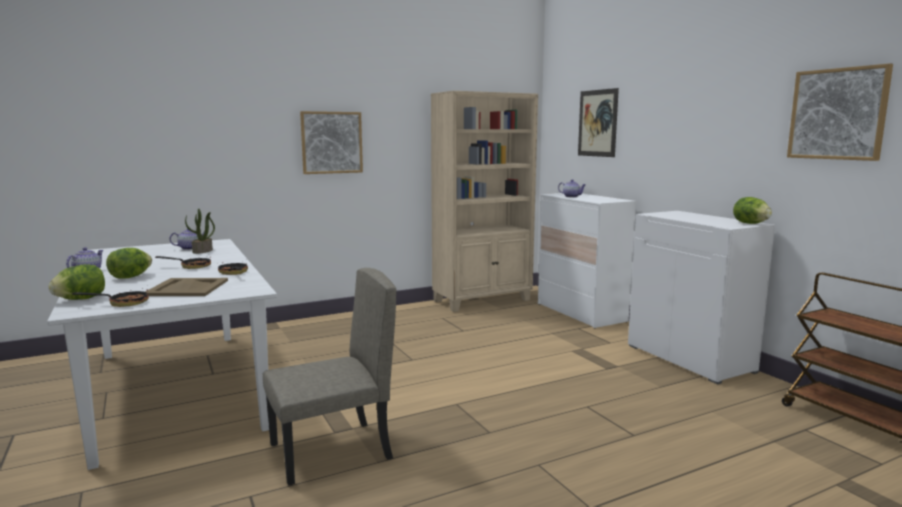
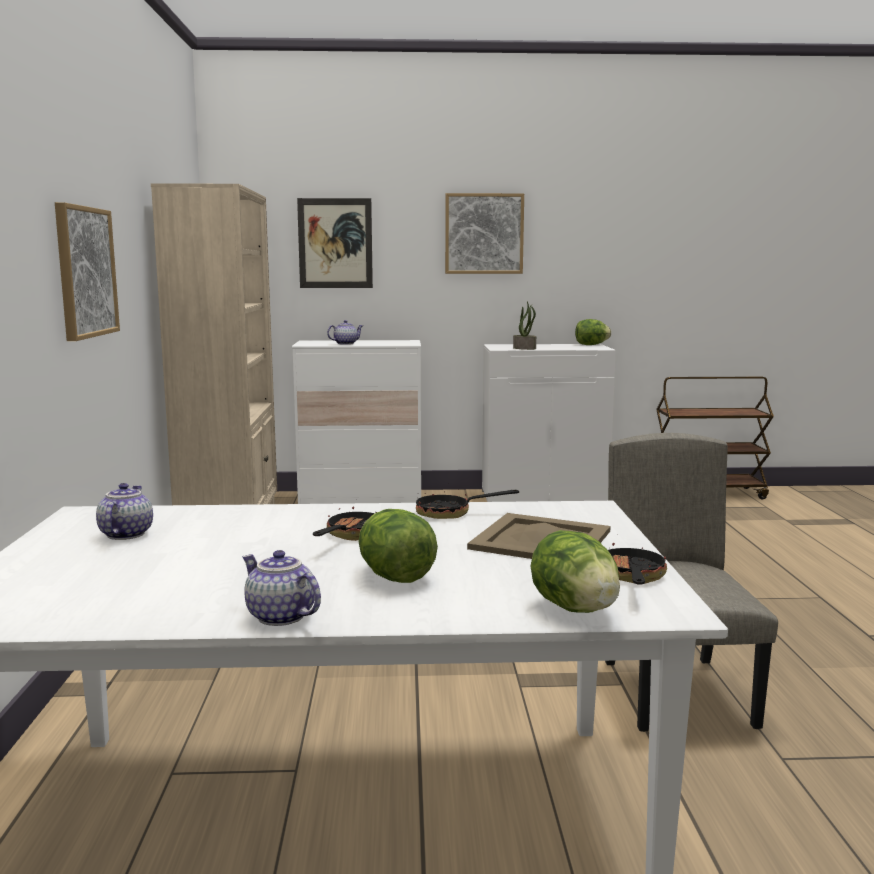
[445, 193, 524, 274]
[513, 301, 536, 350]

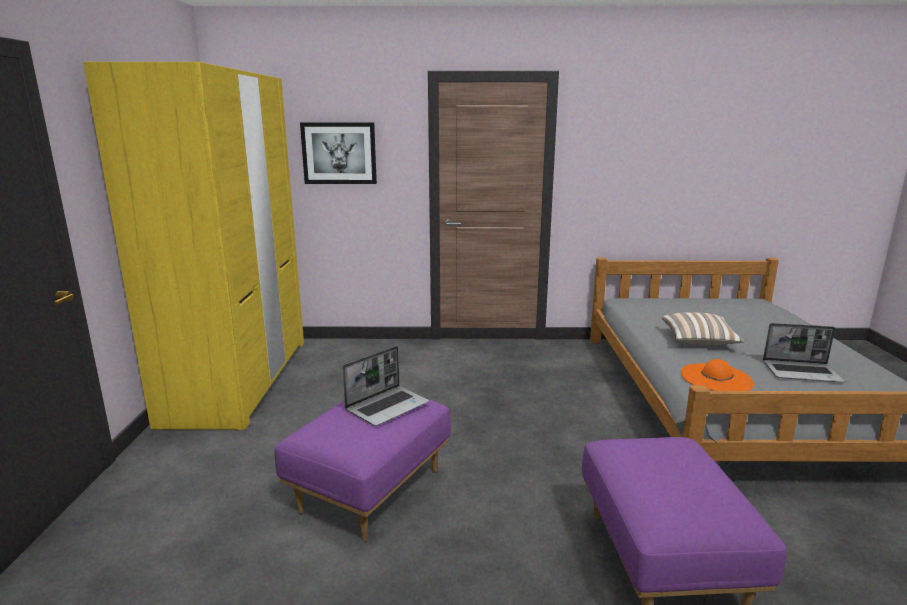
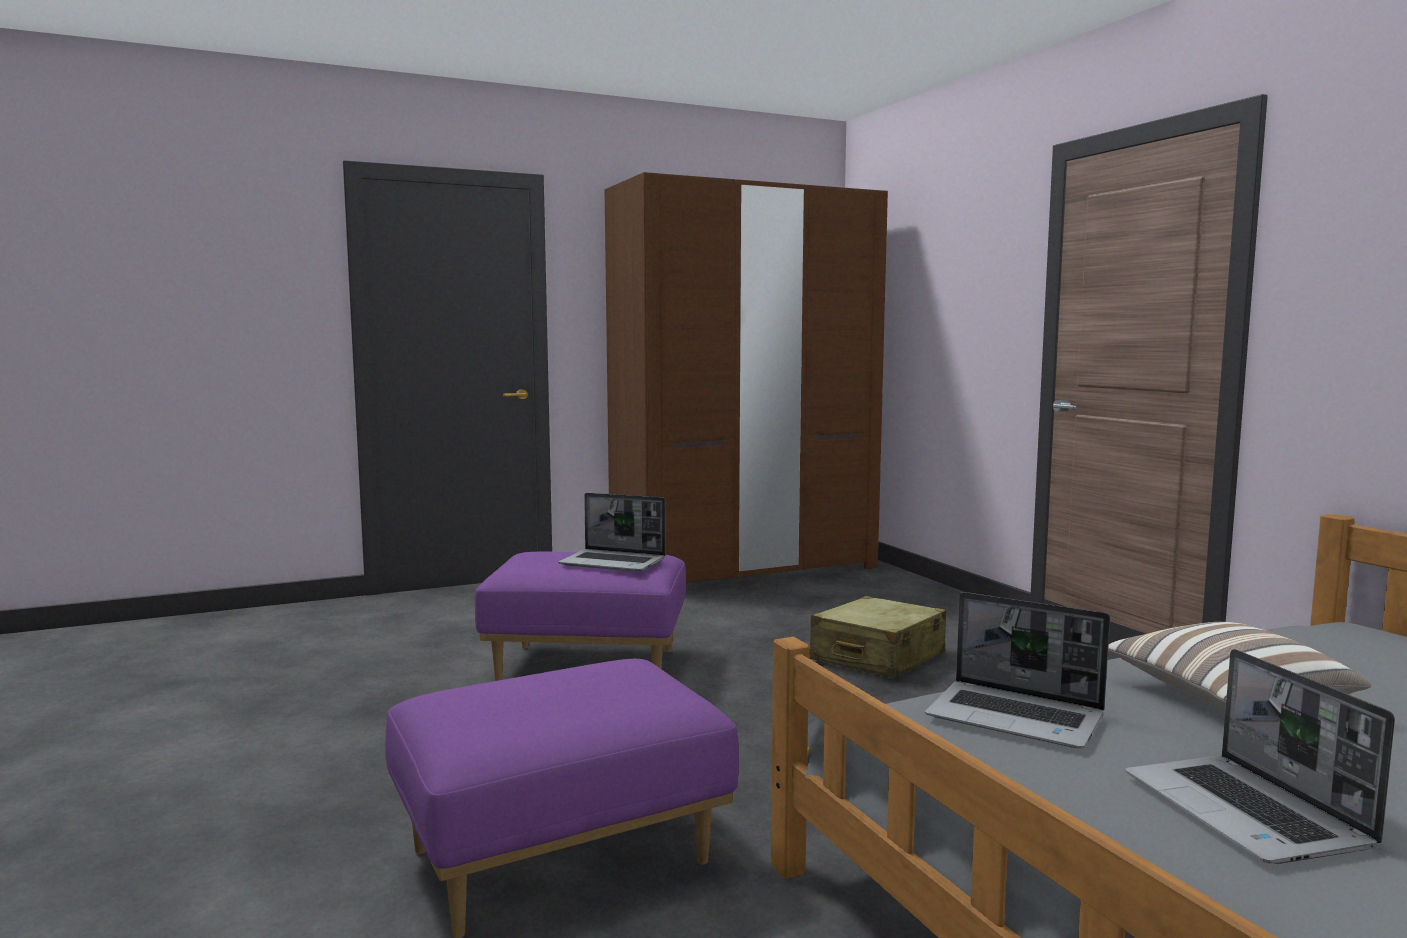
[605, 172, 888, 583]
[810, 596, 946, 678]
[925, 592, 1110, 749]
[300, 122, 377, 184] (first image)

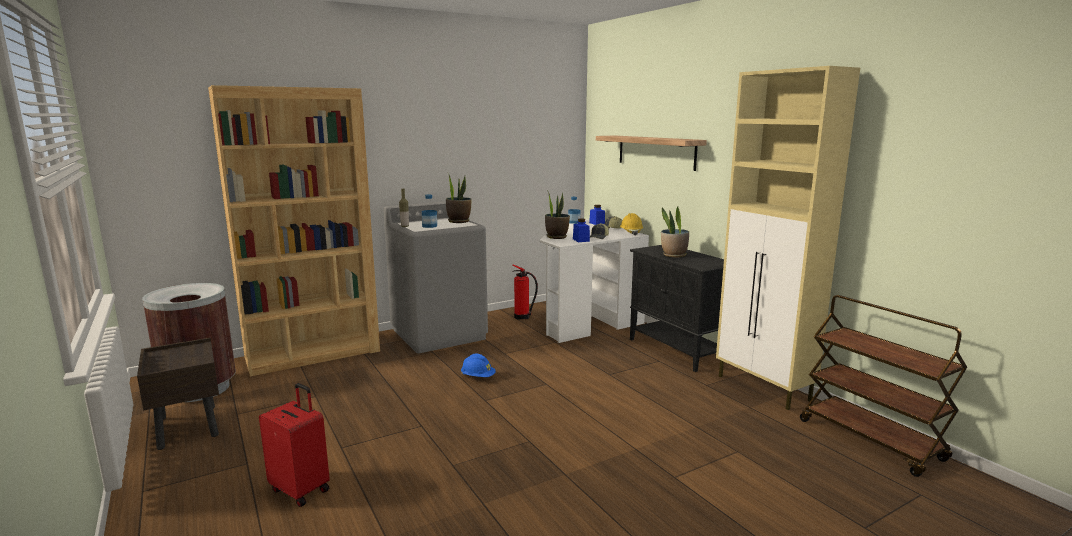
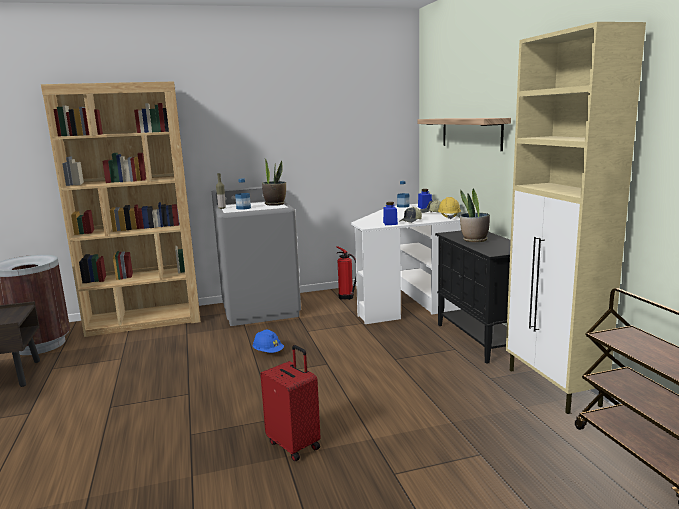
[260, 345, 321, 461]
[545, 192, 570, 239] (first image)

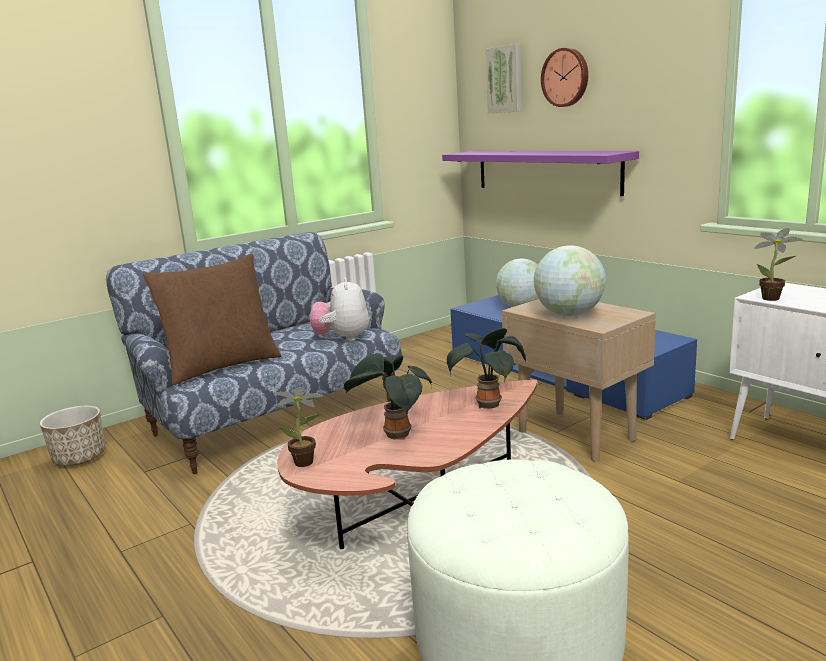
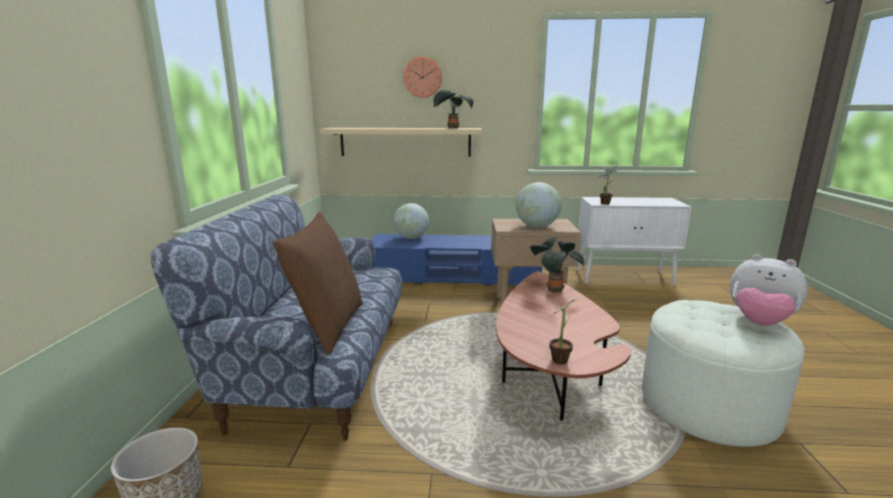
[320, 128, 482, 157]
[433, 90, 473, 128]
[730, 254, 808, 326]
[486, 44, 522, 113] (first image)

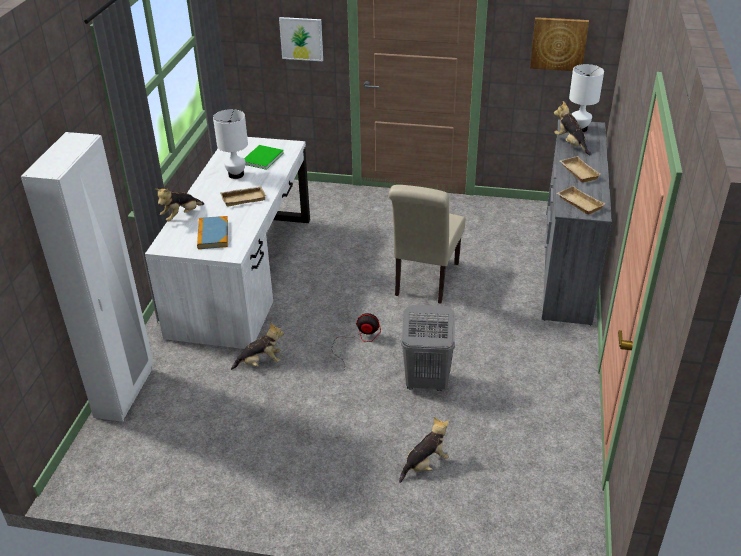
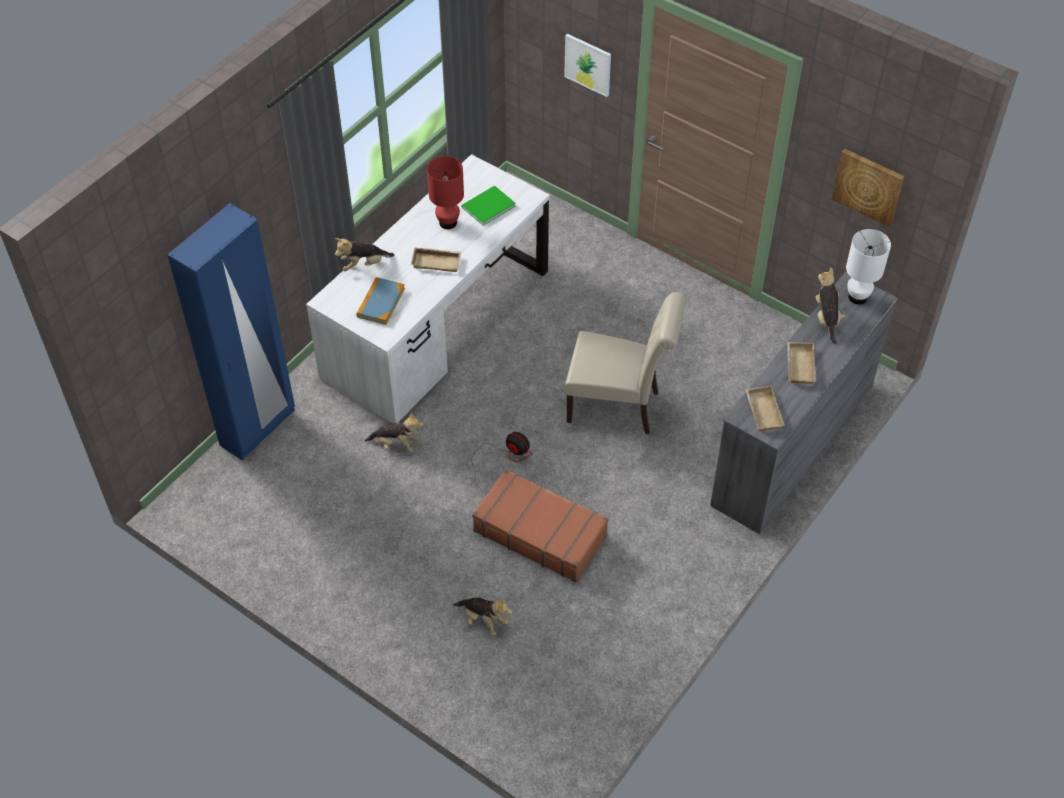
[167, 203, 295, 460]
[427, 156, 464, 229]
[453, 596, 512, 635]
[472, 469, 609, 583]
[565, 292, 686, 434]

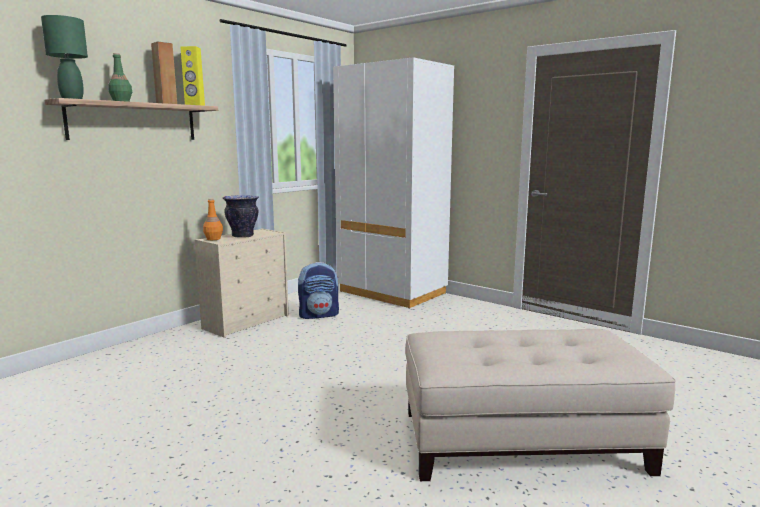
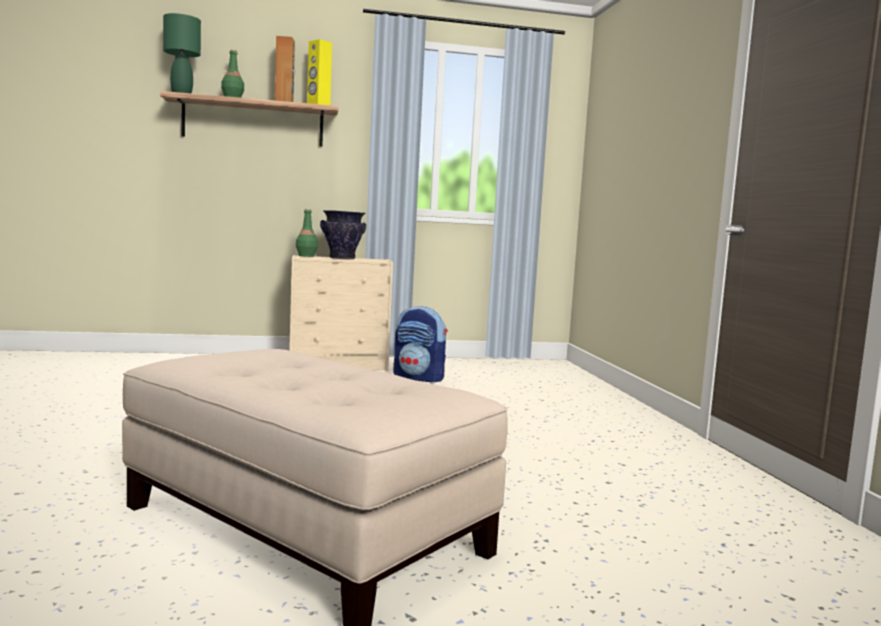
[296, 208, 318, 257]
[333, 57, 454, 308] (first image)

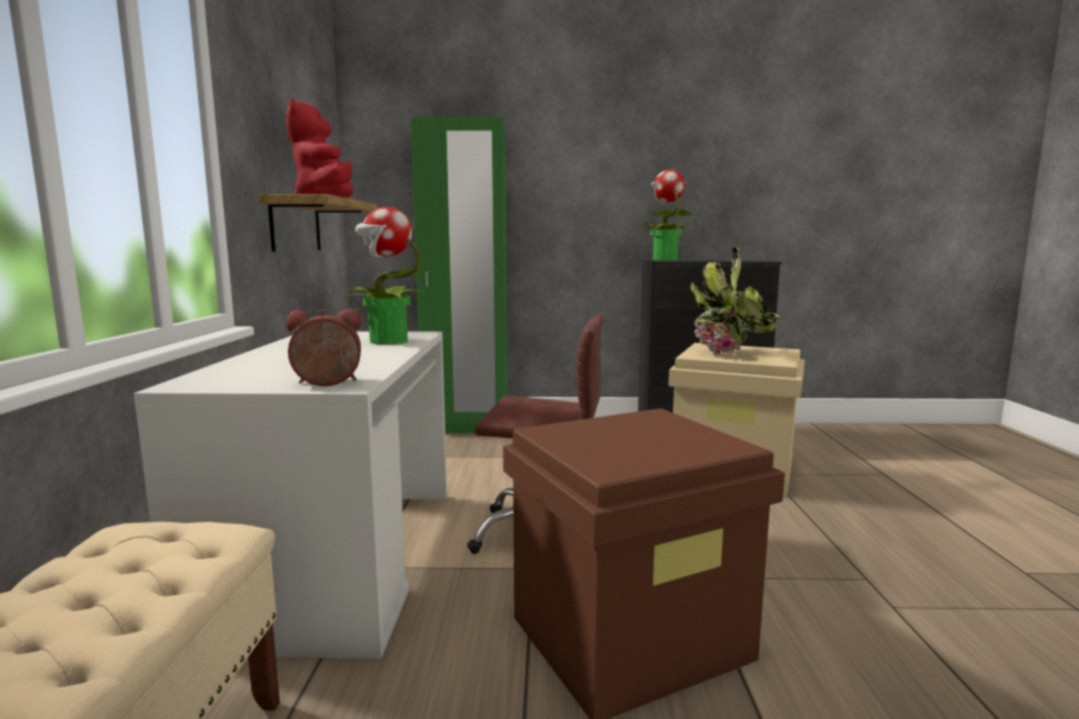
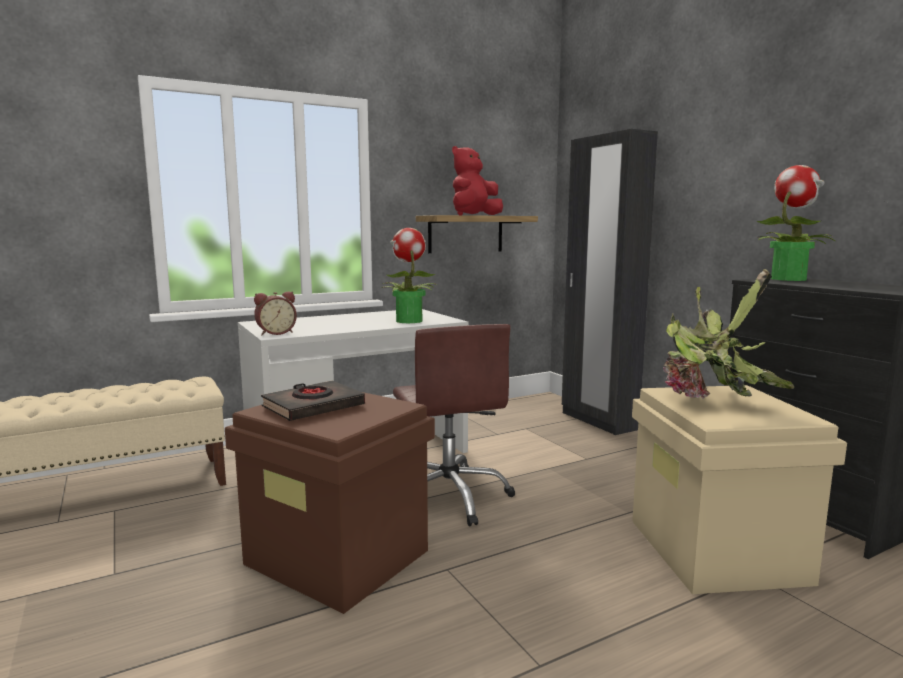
[254, 291, 297, 335]
[261, 381, 365, 421]
[562, 129, 658, 435]

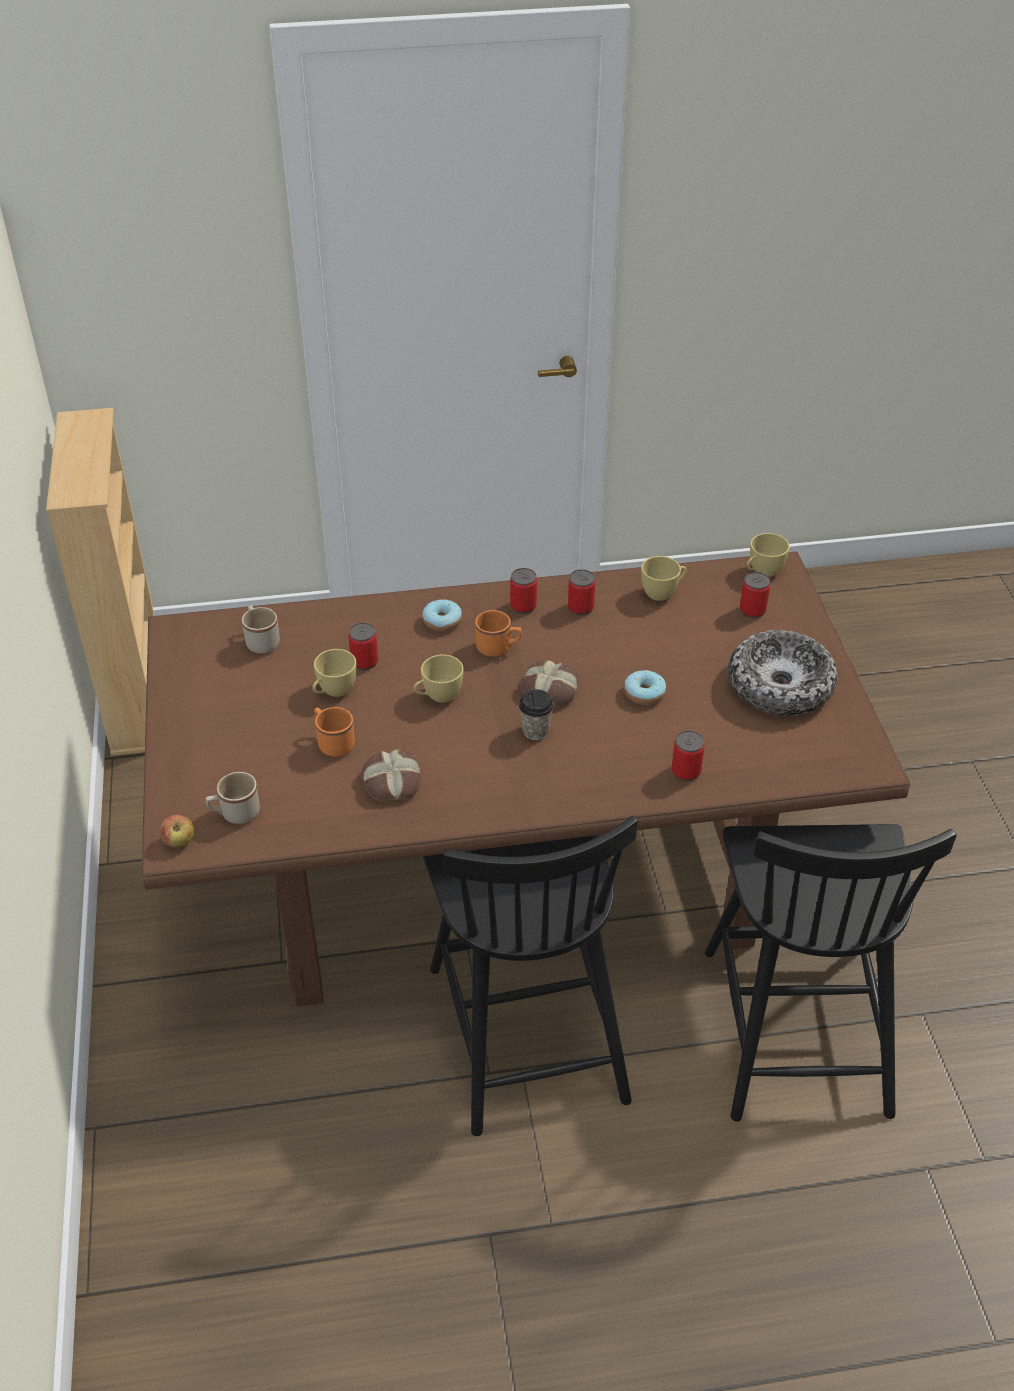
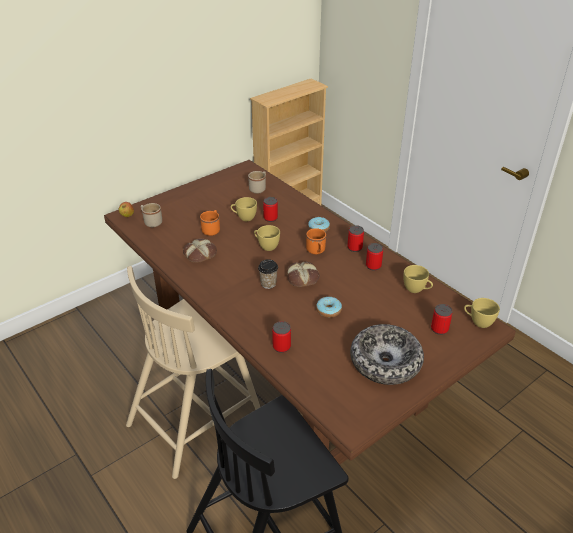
[126, 266, 260, 479]

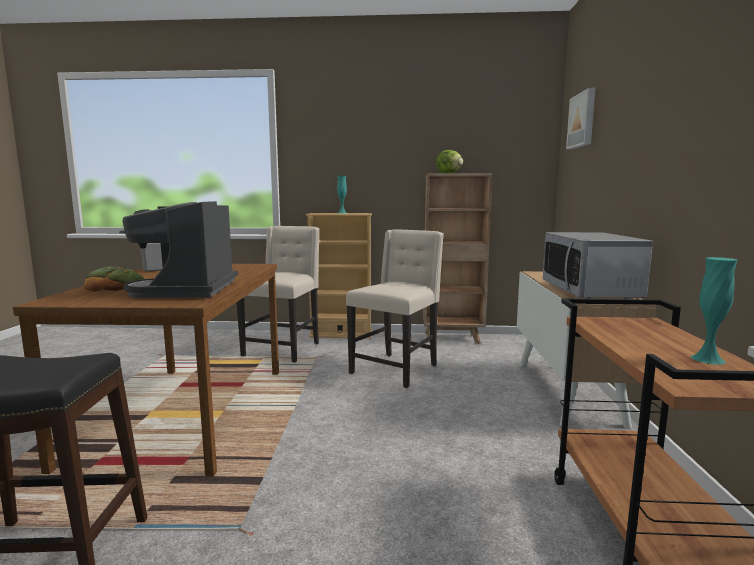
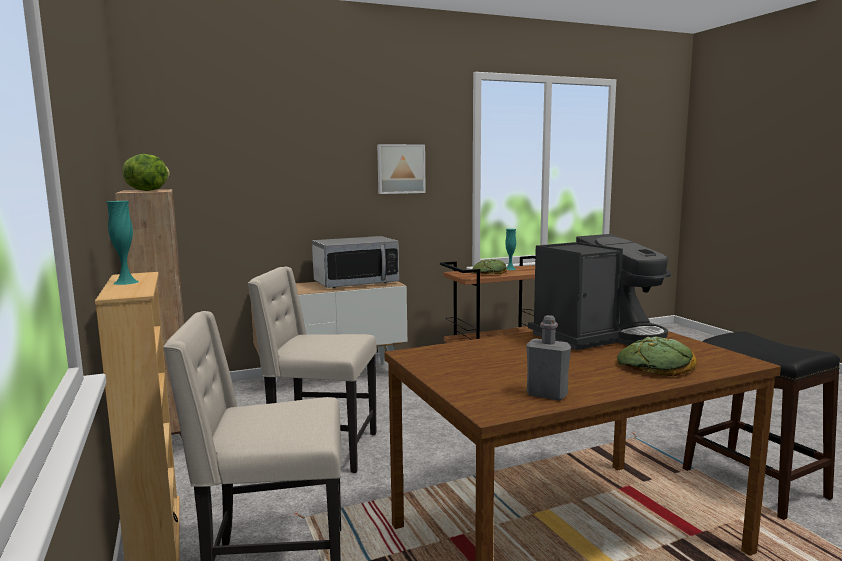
[377, 144, 426, 194]
[472, 259, 507, 274]

